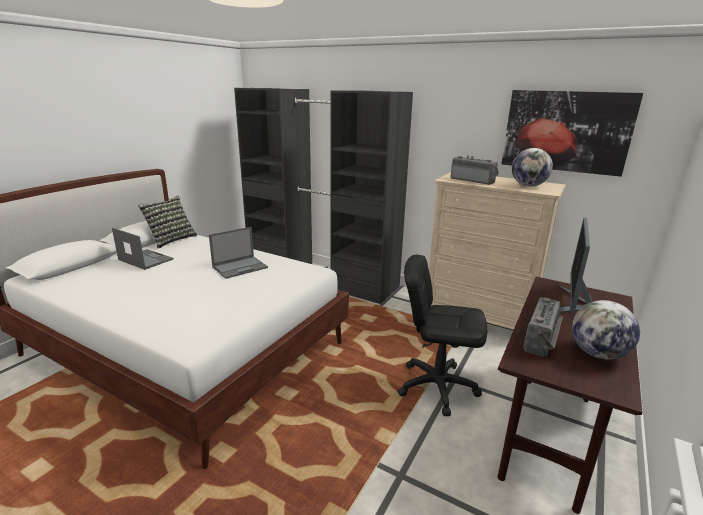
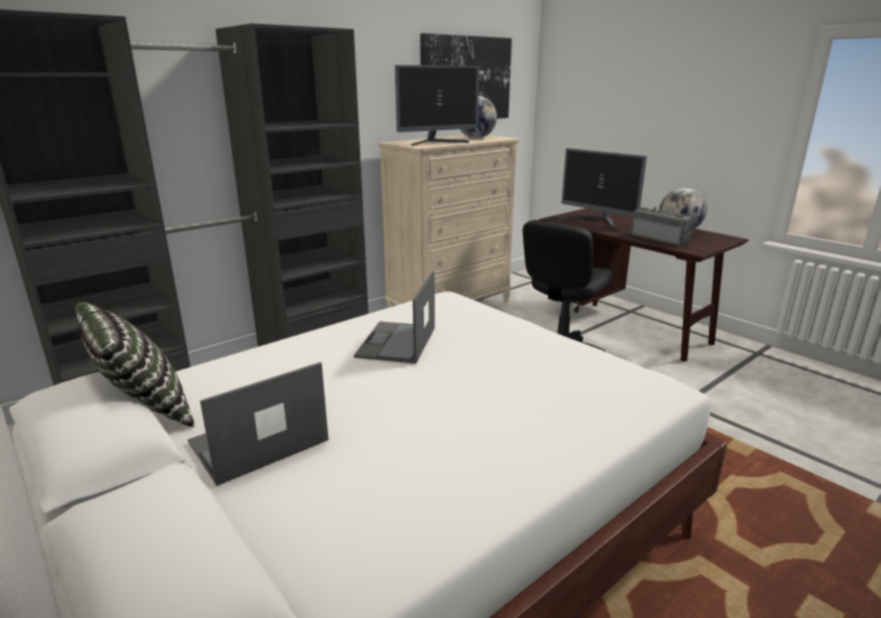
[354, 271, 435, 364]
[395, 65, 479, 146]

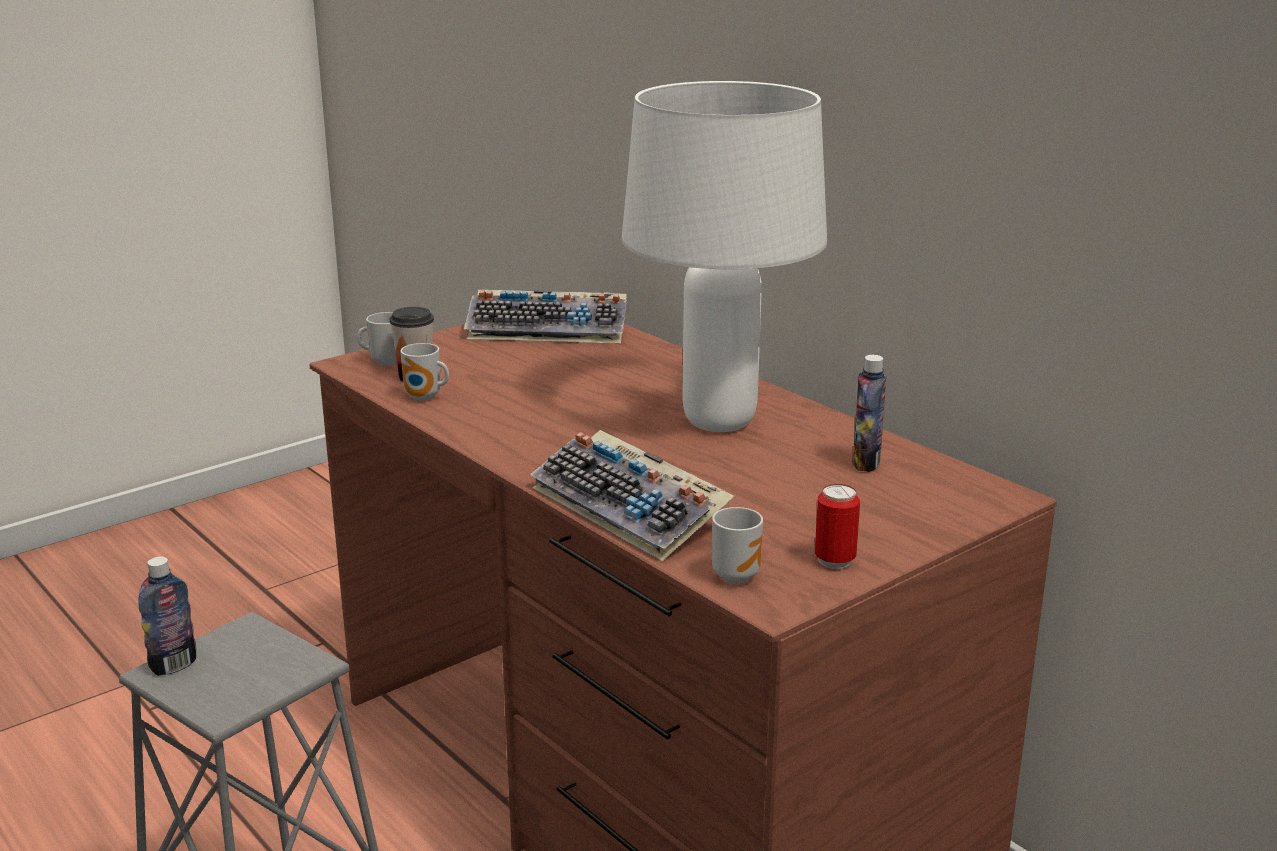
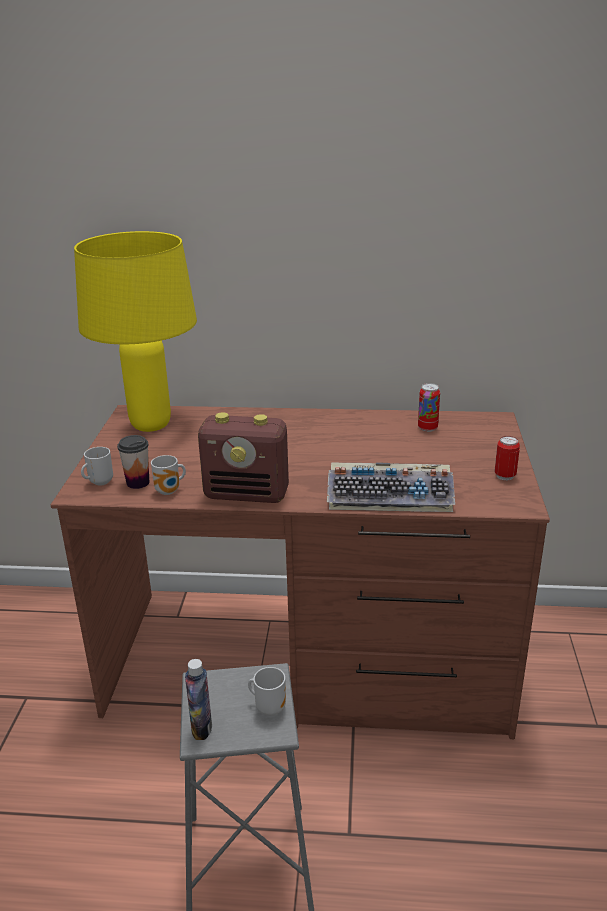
[74, 231, 197, 432]
[198, 412, 289, 503]
[248, 667, 286, 716]
[418, 383, 440, 432]
[621, 81, 827, 432] (first image)

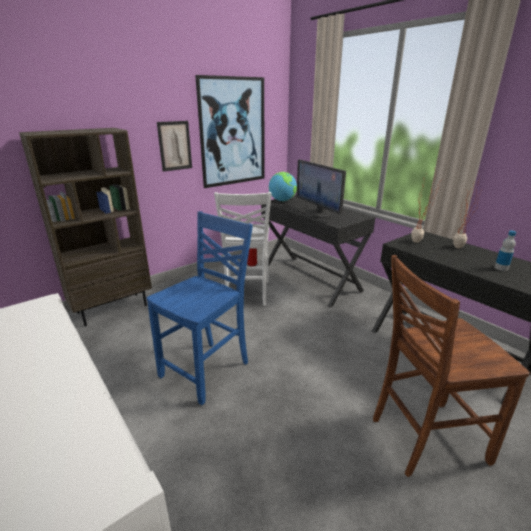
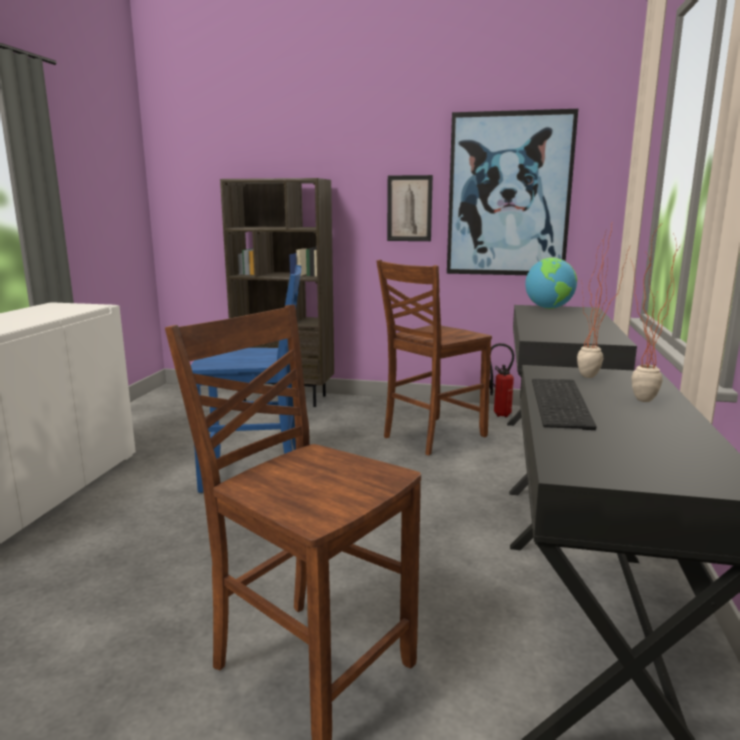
[376, 260, 492, 455]
[532, 379, 596, 430]
[297, 160, 346, 218] (first image)
[495, 231, 516, 271] (first image)

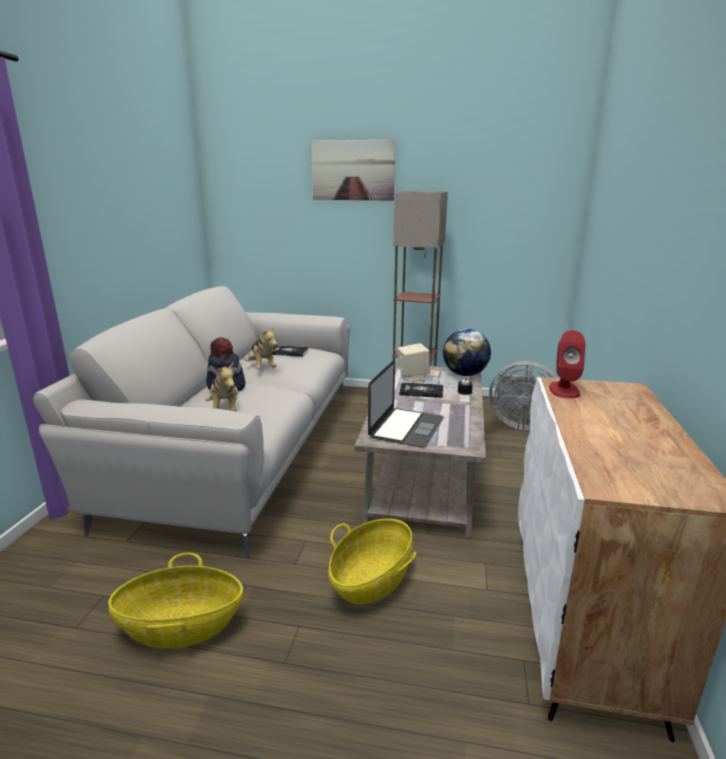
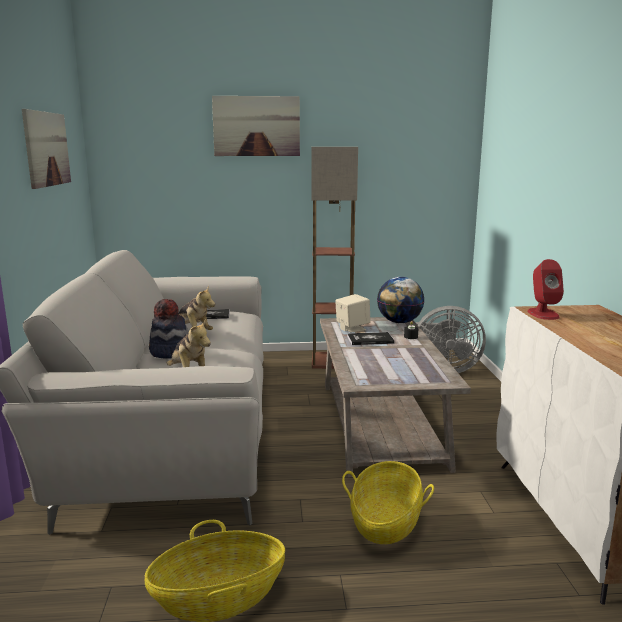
[22, 109, 71, 189]
[368, 360, 444, 448] (first image)

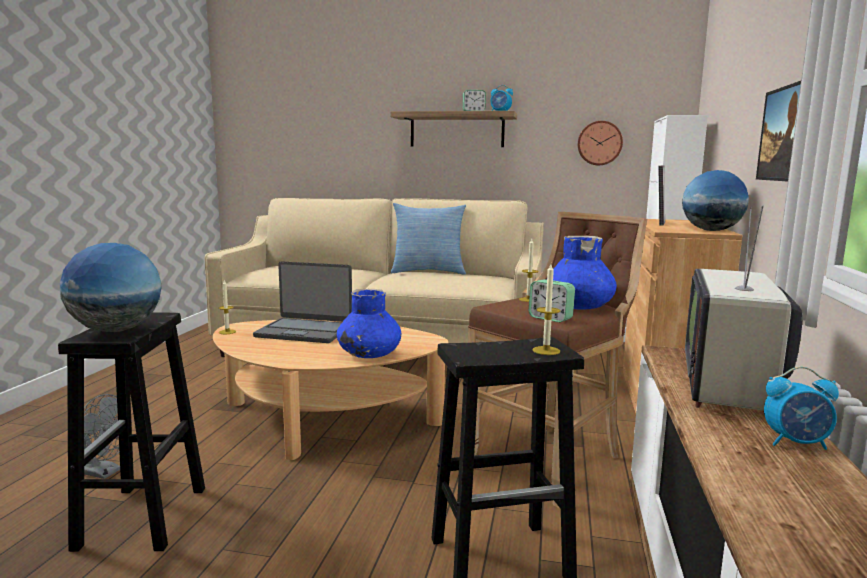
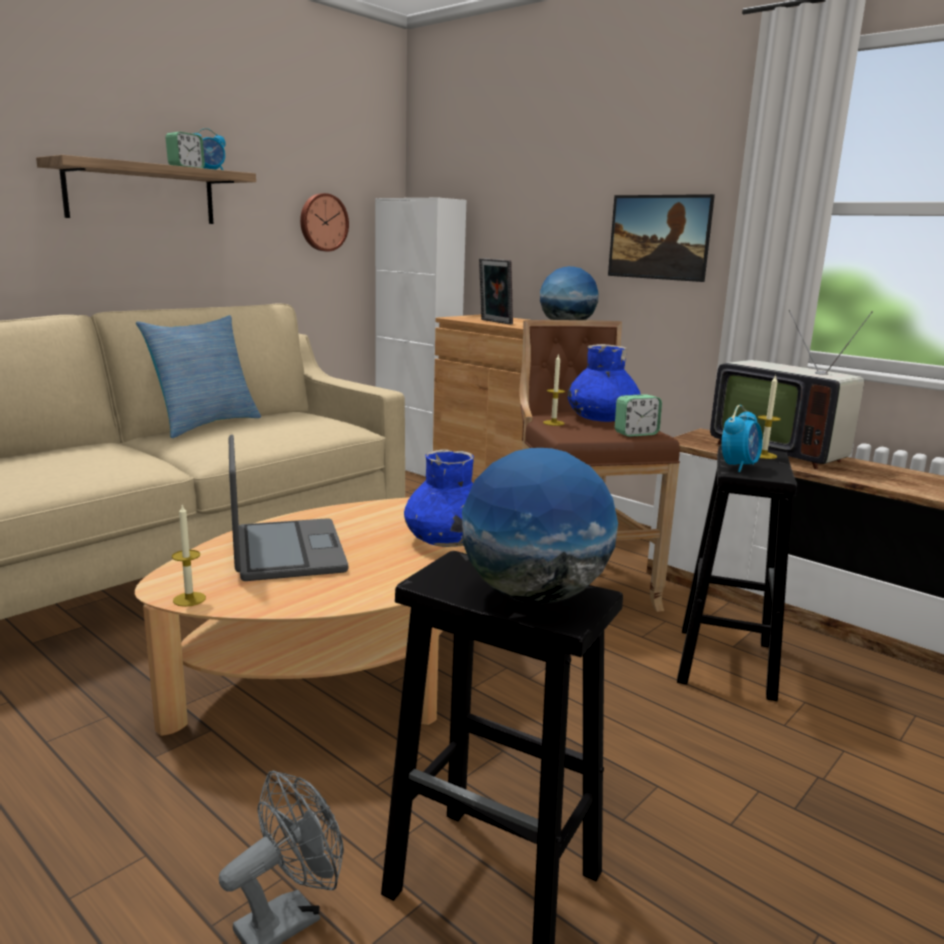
[229, 434, 348, 581]
[722, 405, 762, 472]

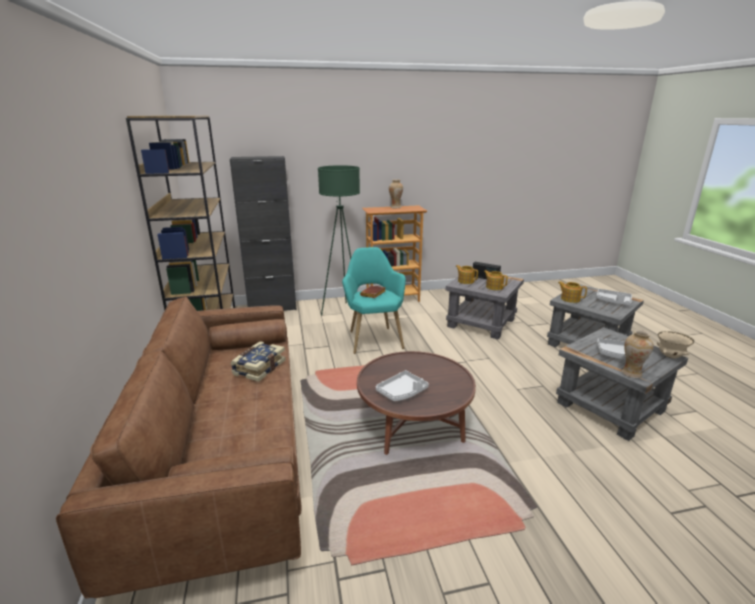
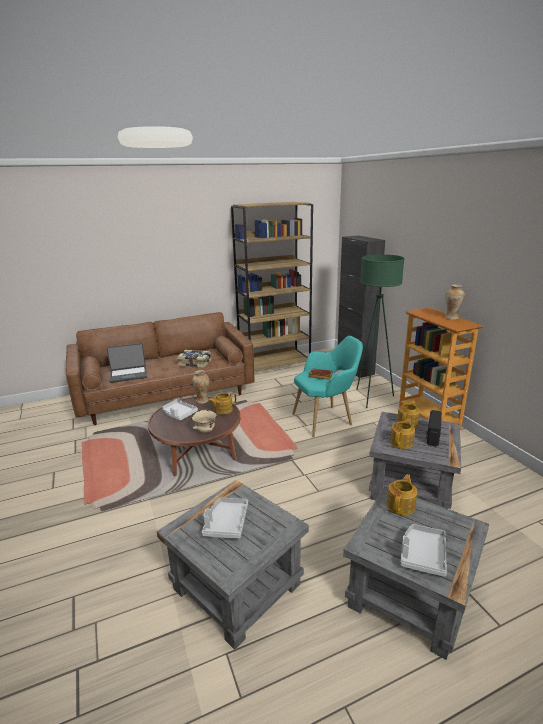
[107, 343, 147, 383]
[191, 410, 217, 433]
[192, 370, 210, 404]
[208, 392, 236, 415]

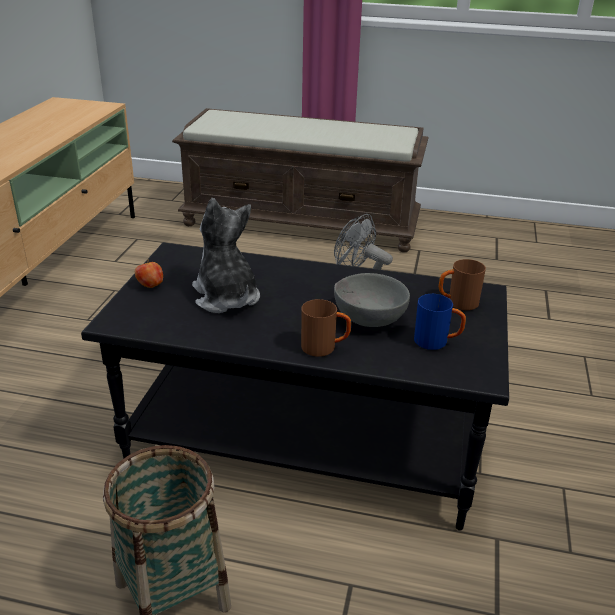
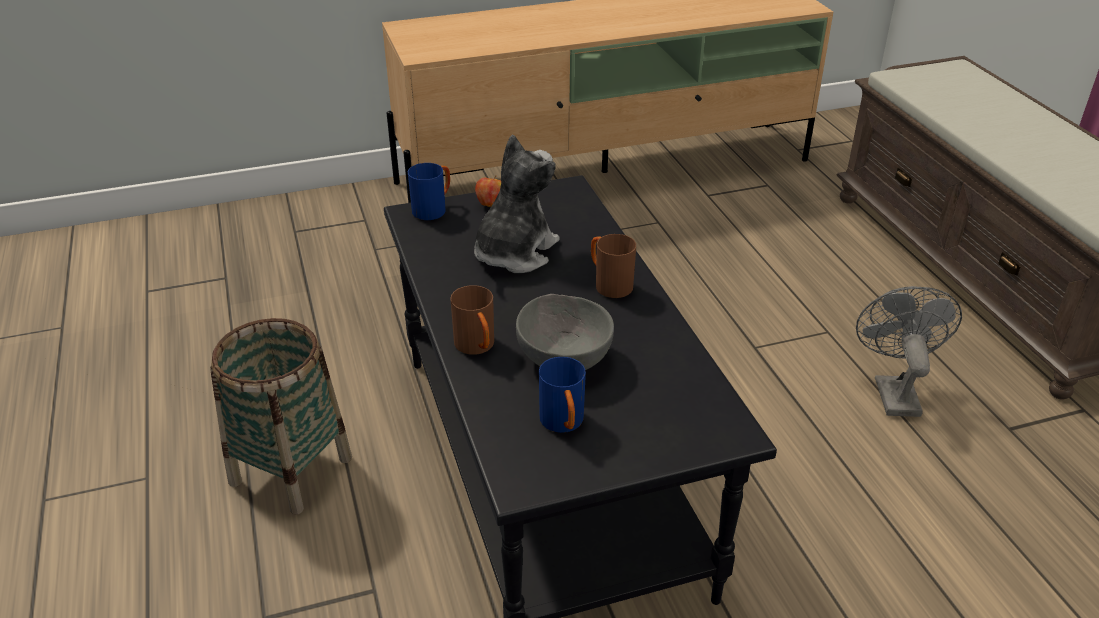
[408, 163, 450, 220]
[591, 234, 636, 298]

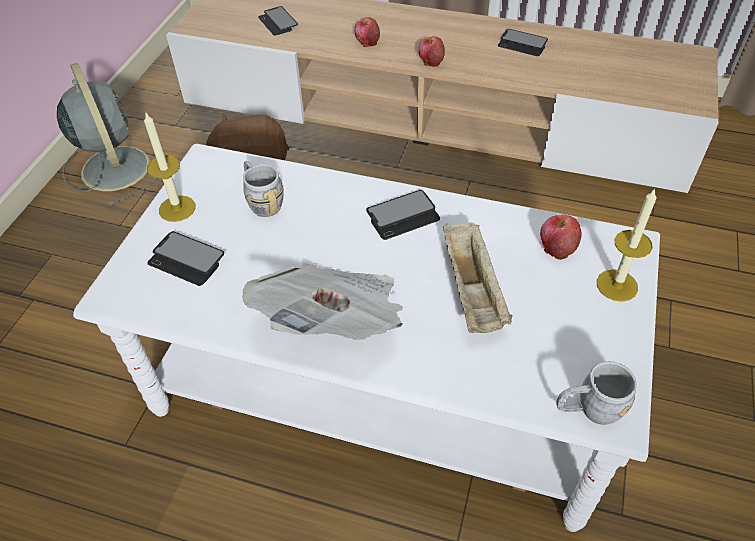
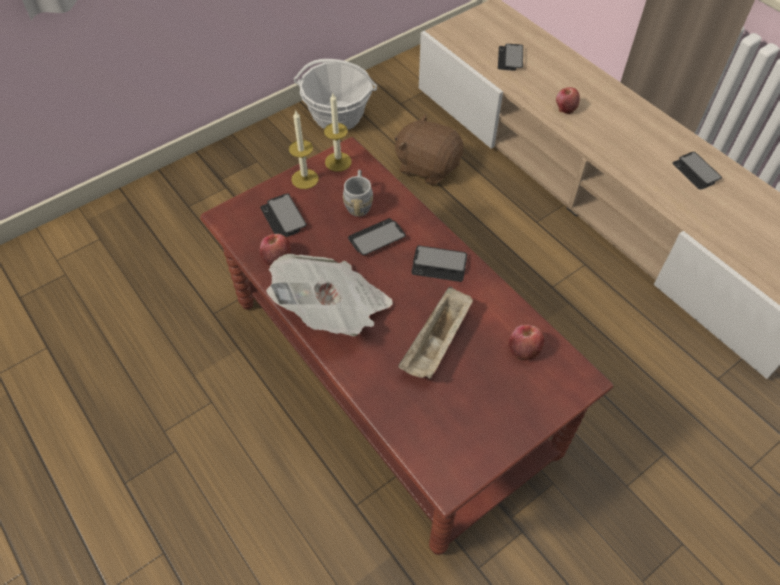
[200, 137, 613, 555]
[260, 234, 291, 266]
[294, 59, 377, 130]
[324, 93, 352, 172]
[348, 218, 406, 255]
[556, 361, 637, 425] (first image)

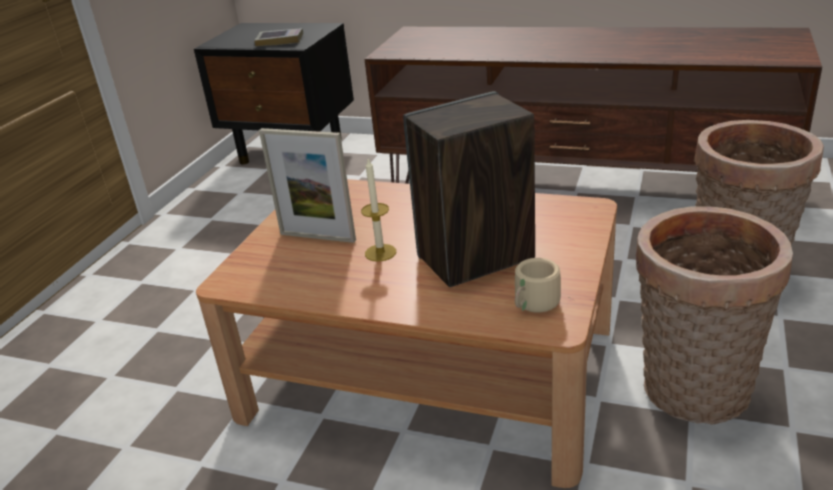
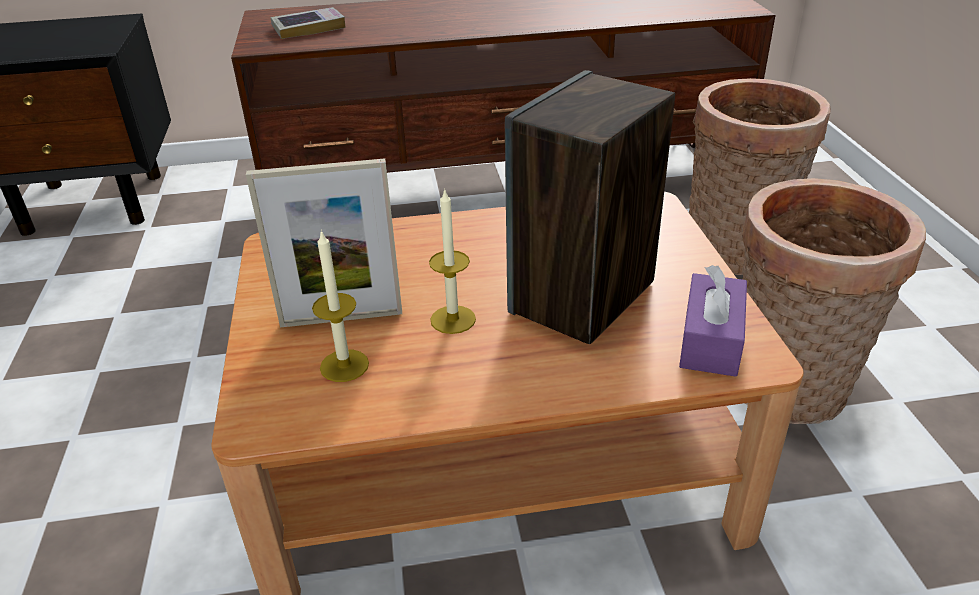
[270, 7, 346, 39]
[312, 229, 369, 382]
[679, 265, 747, 377]

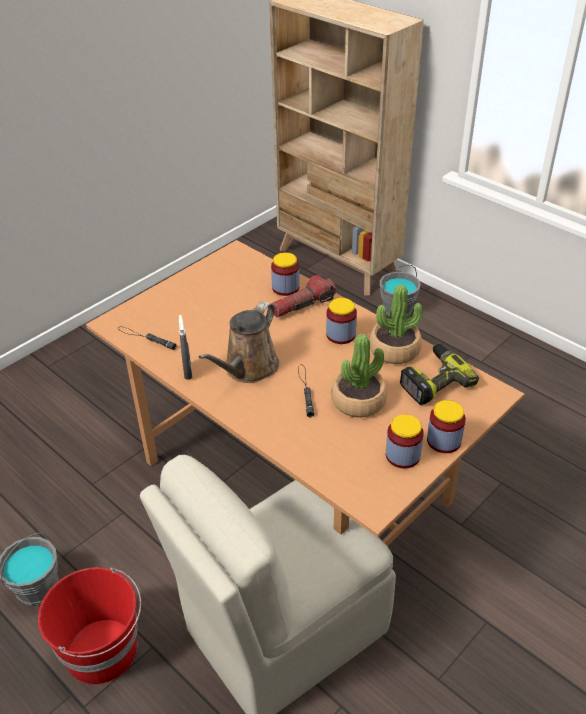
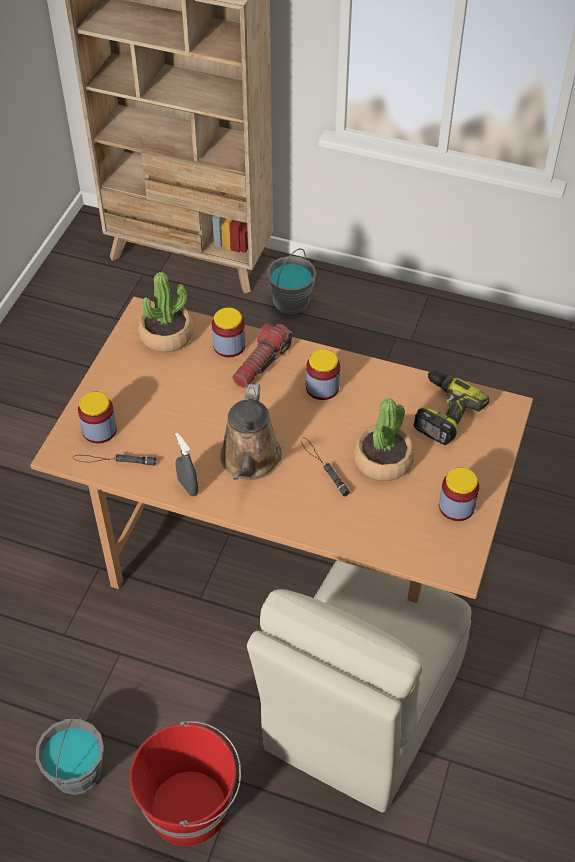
[78, 391, 117, 443]
[138, 272, 193, 353]

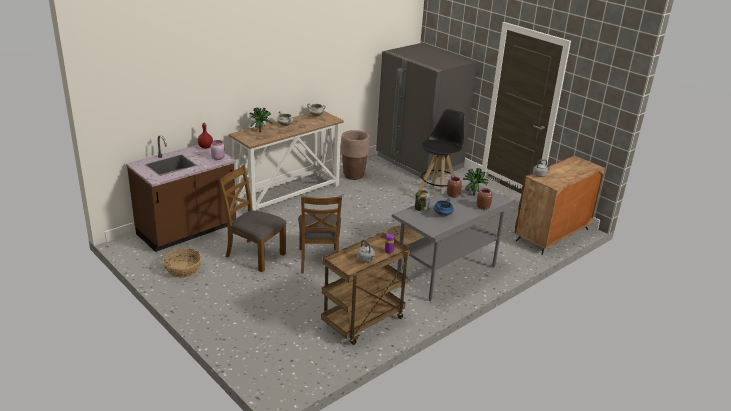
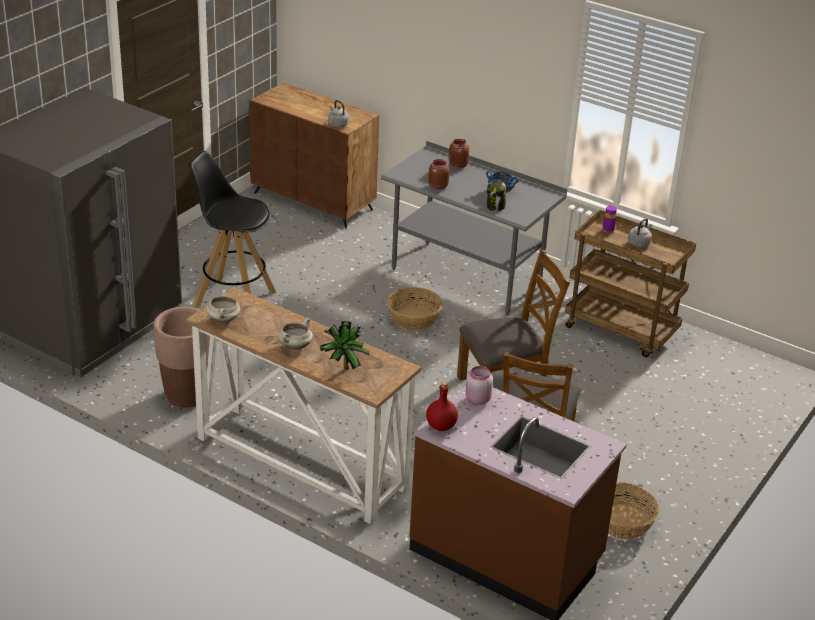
[463, 168, 489, 196] (first image)

